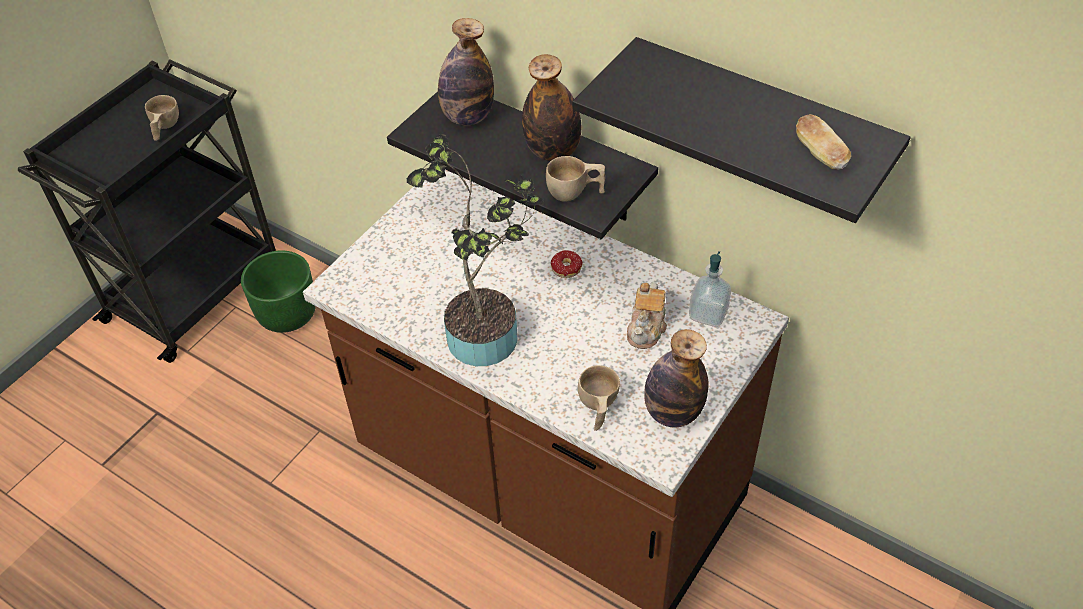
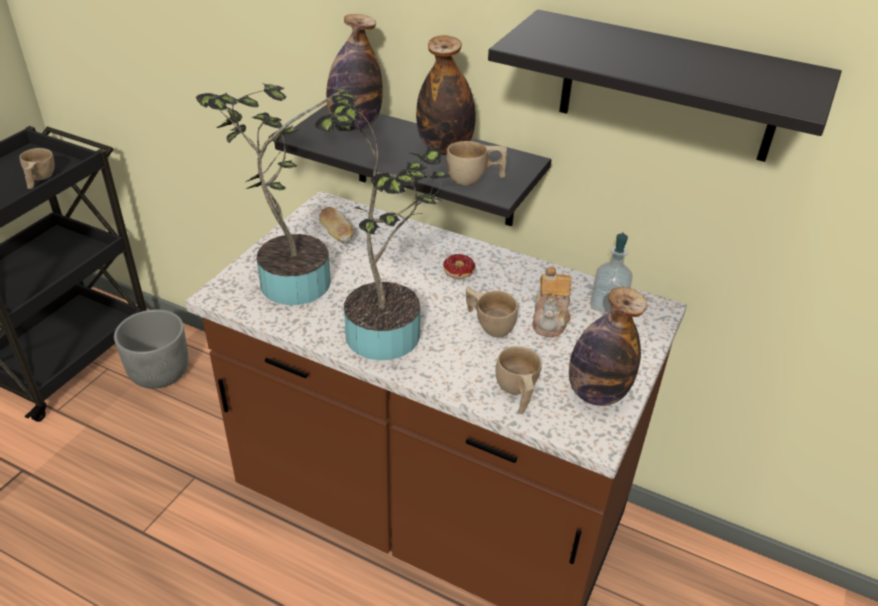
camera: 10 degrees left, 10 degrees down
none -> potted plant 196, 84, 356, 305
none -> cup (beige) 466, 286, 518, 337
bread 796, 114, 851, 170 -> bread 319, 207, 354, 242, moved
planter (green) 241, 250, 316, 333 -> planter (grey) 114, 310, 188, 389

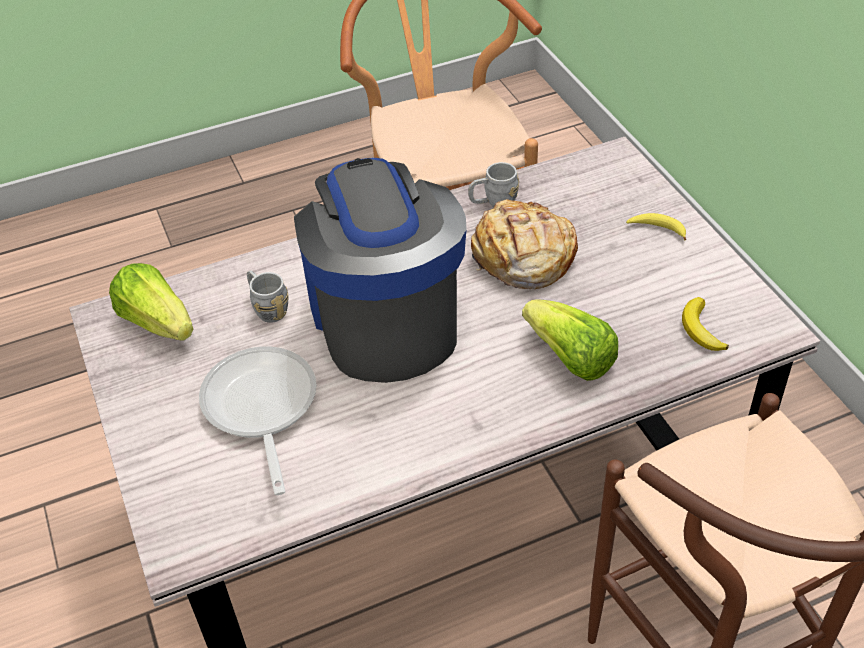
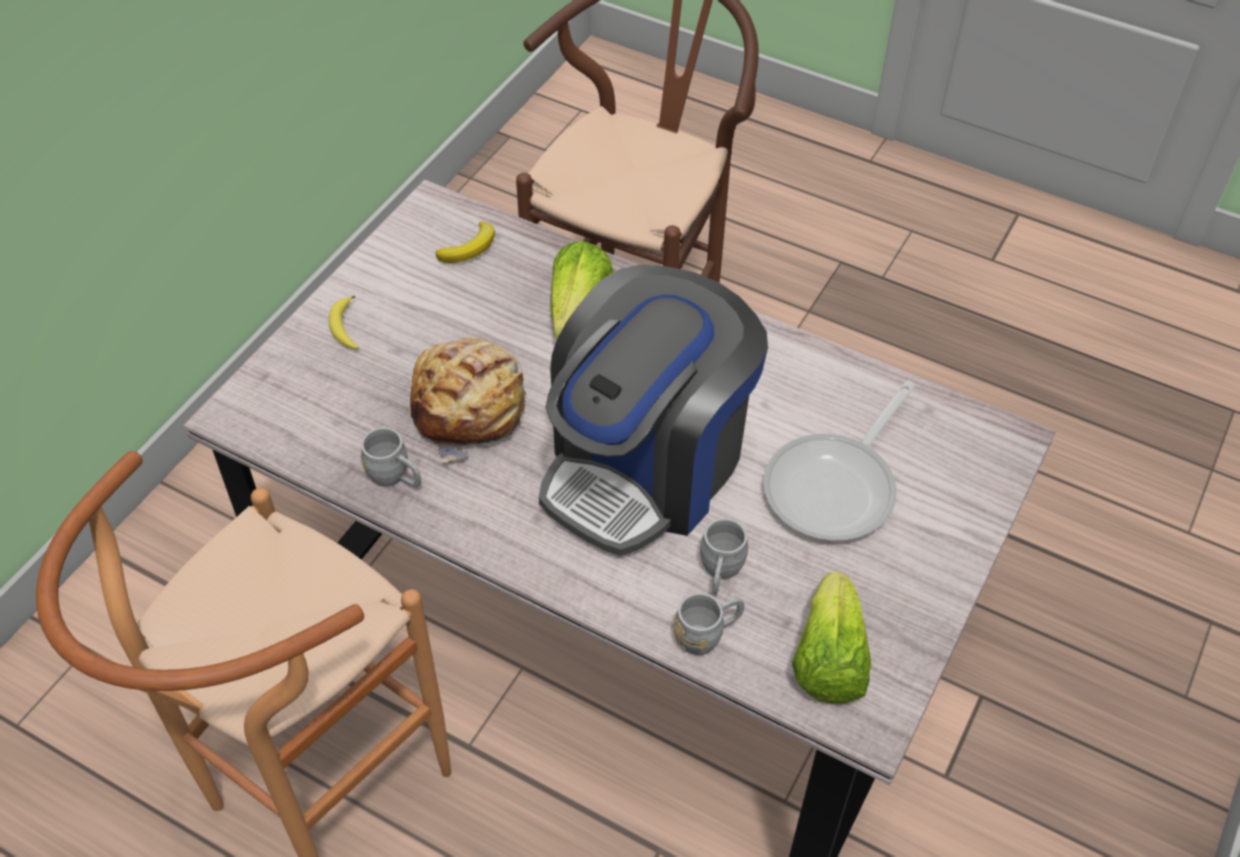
camera: 130 degrees left, 5 degrees up
none -> mug (grey) 674, 592, 744, 655

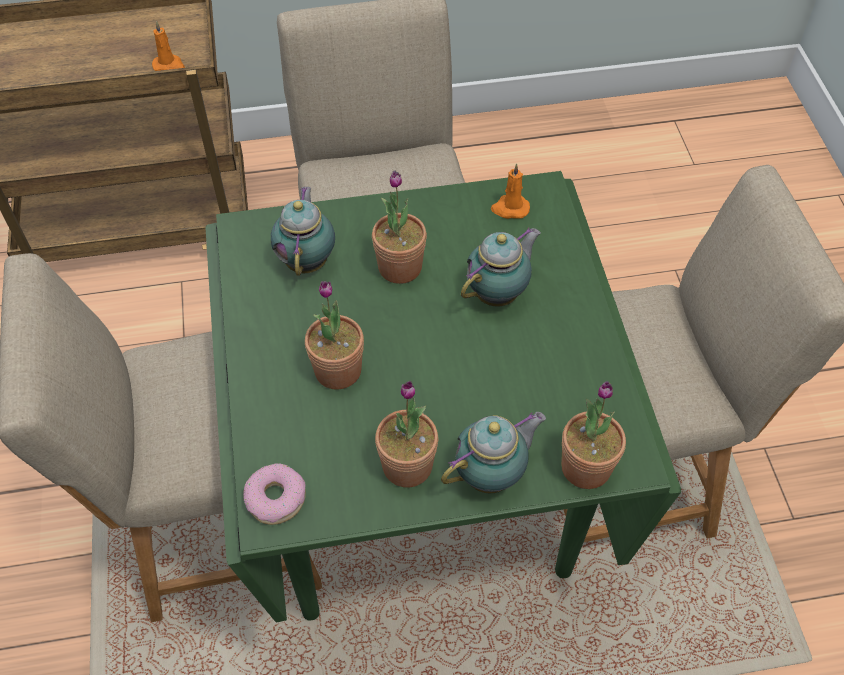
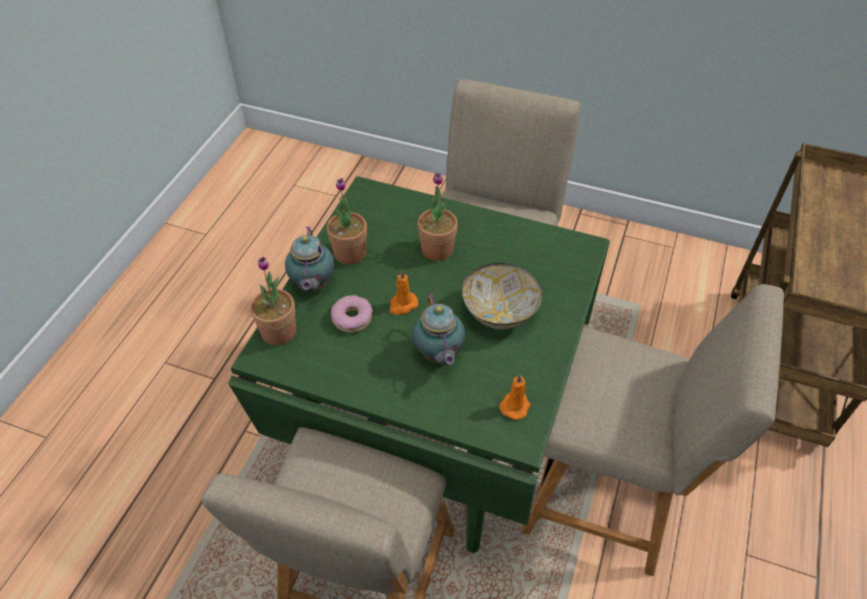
camera: 120 degrees right, 5 degrees down
teapot 271, 187, 335, 276 -> none
candle (orange) 152, 21, 185, 71 -> candle (orange) 389, 270, 418, 315, moved
donut 243, 463, 306, 525 -> donut 331, 295, 373, 333, moved
potted plant 372, 170, 427, 284 -> bowl 462, 263, 542, 329

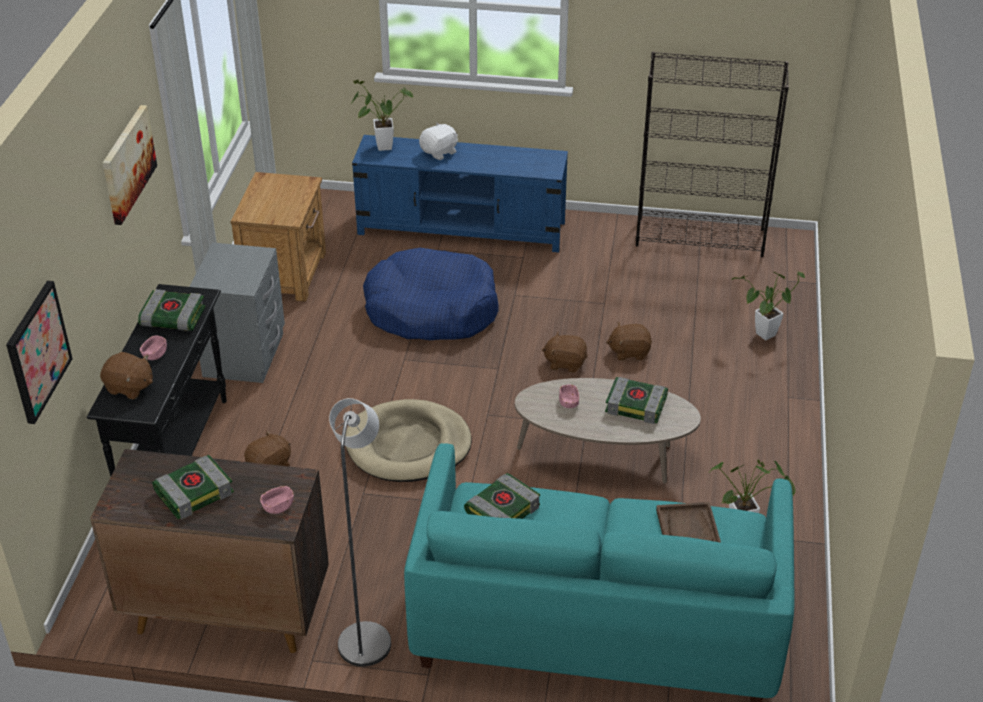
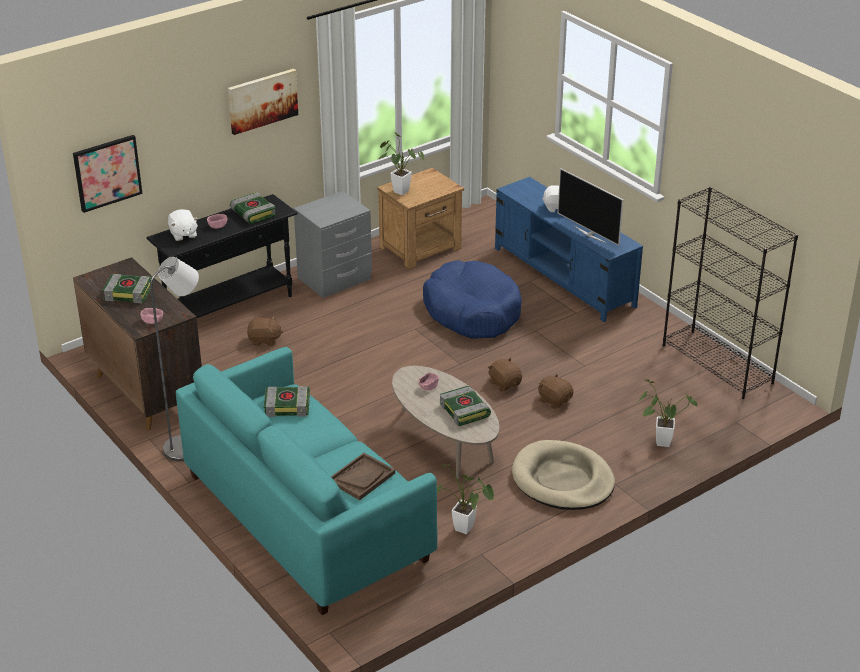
camera: 45 degrees right, 5 degrees down
none -> television 558, 168, 623, 246
dog bed (beige) 345, 399, 472, 482 -> dog bed (beige) 512, 440, 615, 510, moved
potted plant 350, 80, 413, 151 -> potted plant 379, 132, 424, 195, moved
plush toy (brown) 100, 352, 153, 400 -> plush toy (white) 168, 209, 198, 241

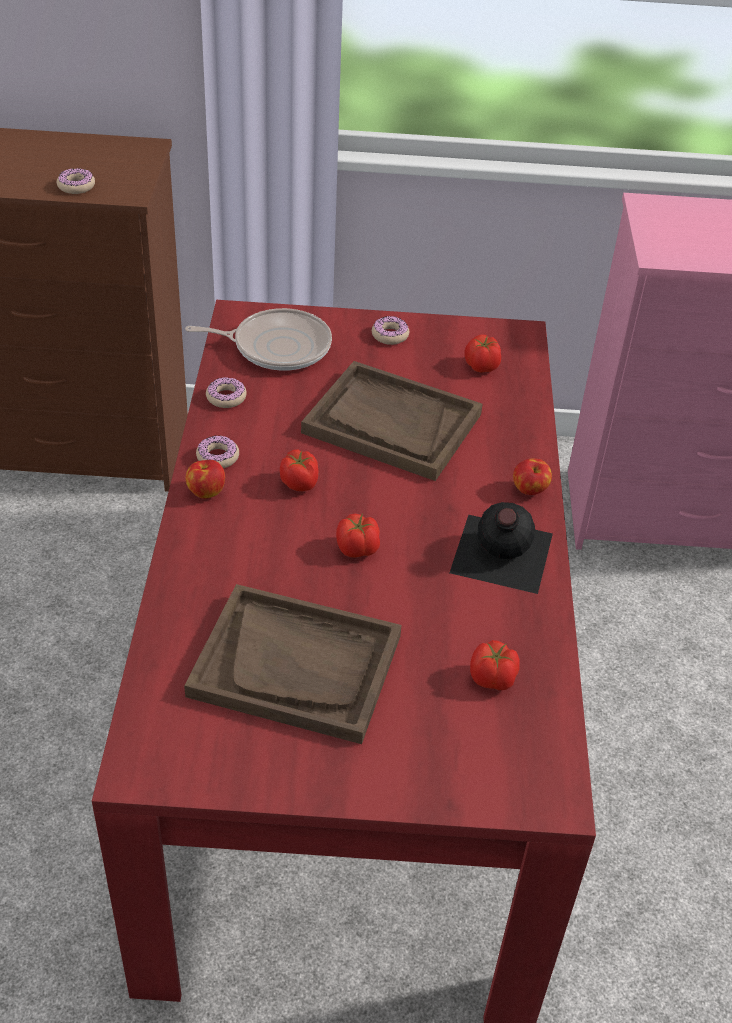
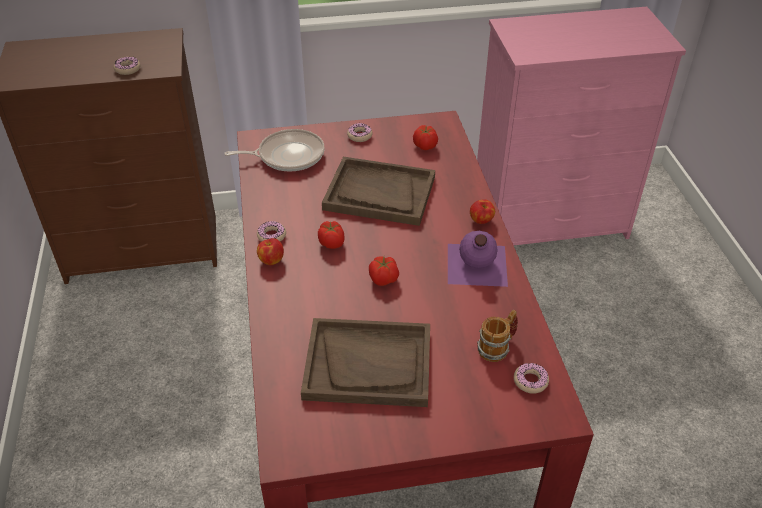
camera: 10 degrees left, 0 degrees up
donut 206, 377, 247, 408 -> donut 514, 363, 549, 394, moved
tomato 470, 640, 519, 690 -> mug 477, 310, 518, 362
bottle (black) 450, 502, 553, 594 -> bottle (purple) 448, 231, 508, 287

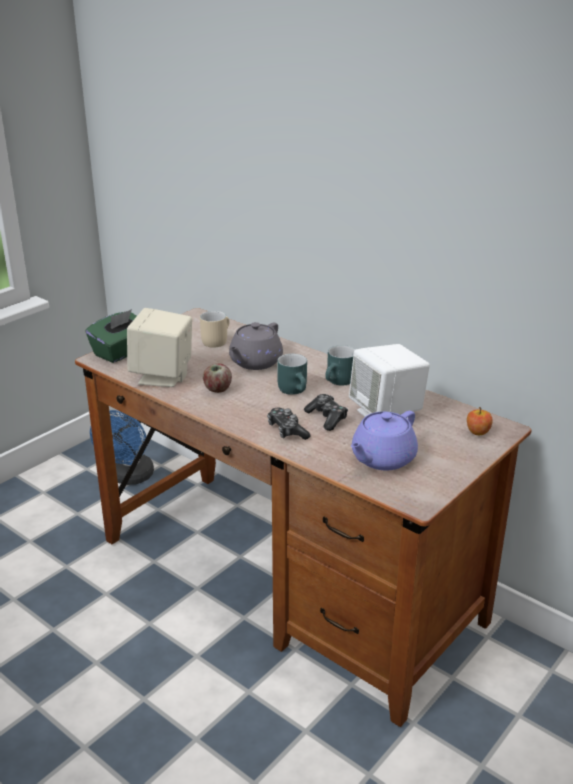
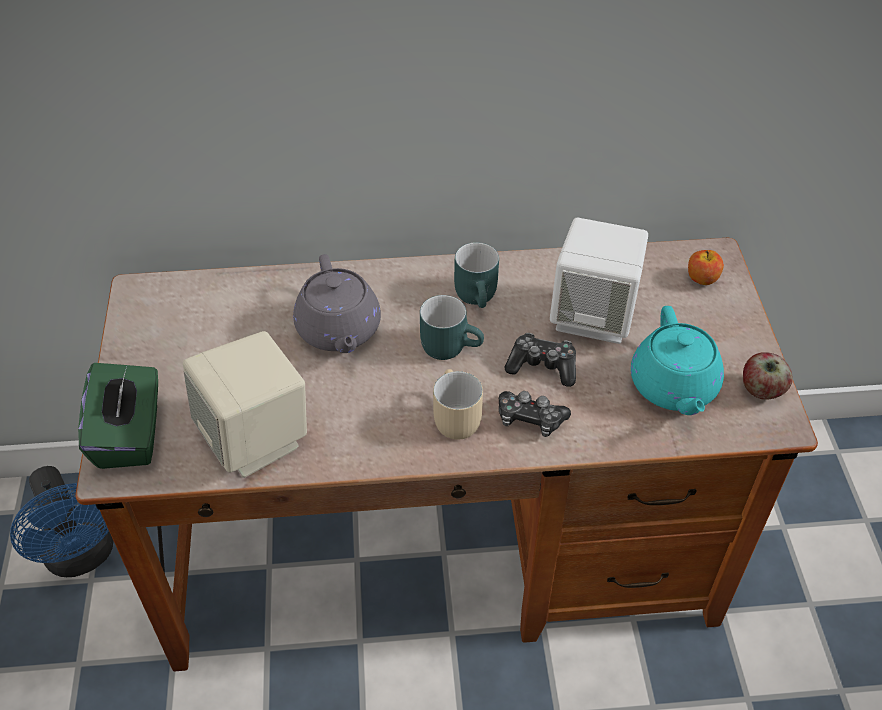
camera: 45 degrees left, 20 degrees up
mug (beige) 200, 311, 229, 348 -> mug (beige) 433, 369, 483, 440, moved
apple 203, 363, 232, 393 -> apple 743, 352, 793, 400, moved
teapot (purple) 351, 411, 418, 470 -> teapot (turquoise) 631, 306, 724, 415

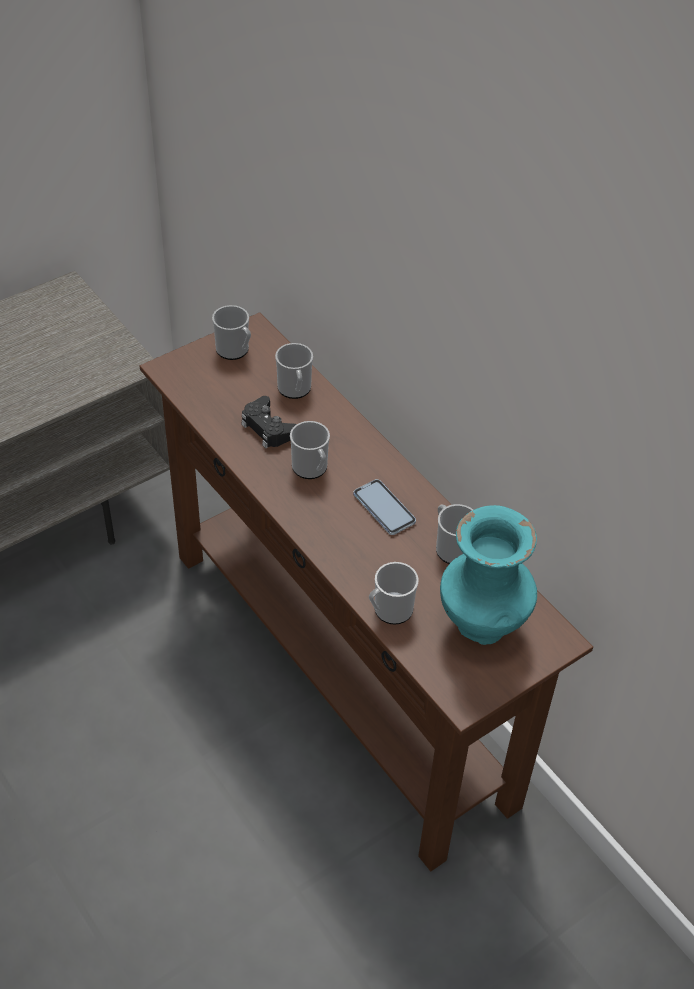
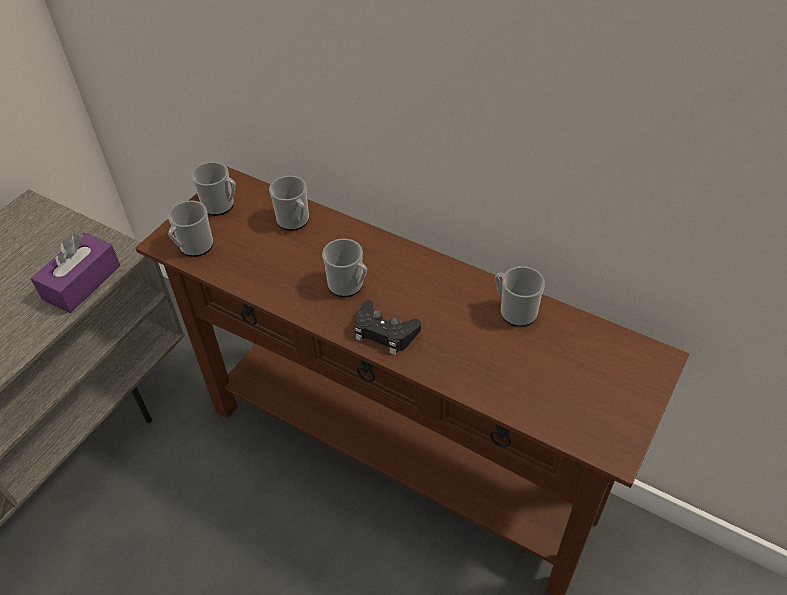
camera: 20 degrees left, 0 degrees up
phone 353, 479, 416, 535 -> none
vase (turquoise) 440, 505, 537, 645 -> none
none -> tissue box (purple) 31, 232, 120, 313
game controller (black) 241, 396, 297, 448 -> game controller (black) 354, 300, 421, 355, moved
mug 369, 562, 419, 625 -> mug 168, 201, 214, 257, moved

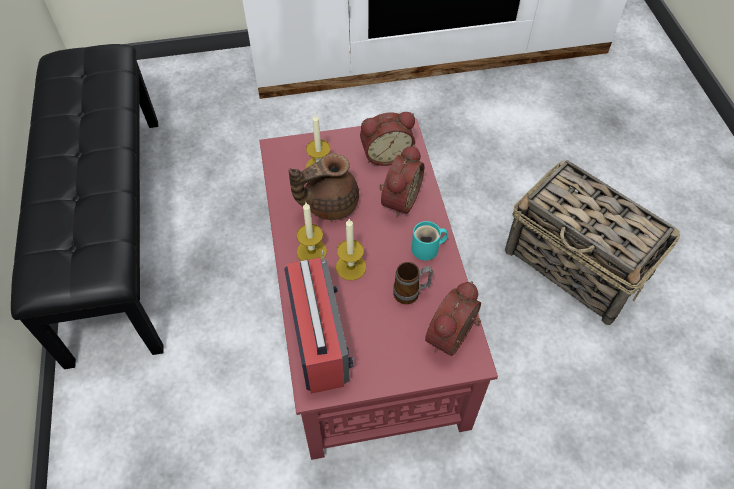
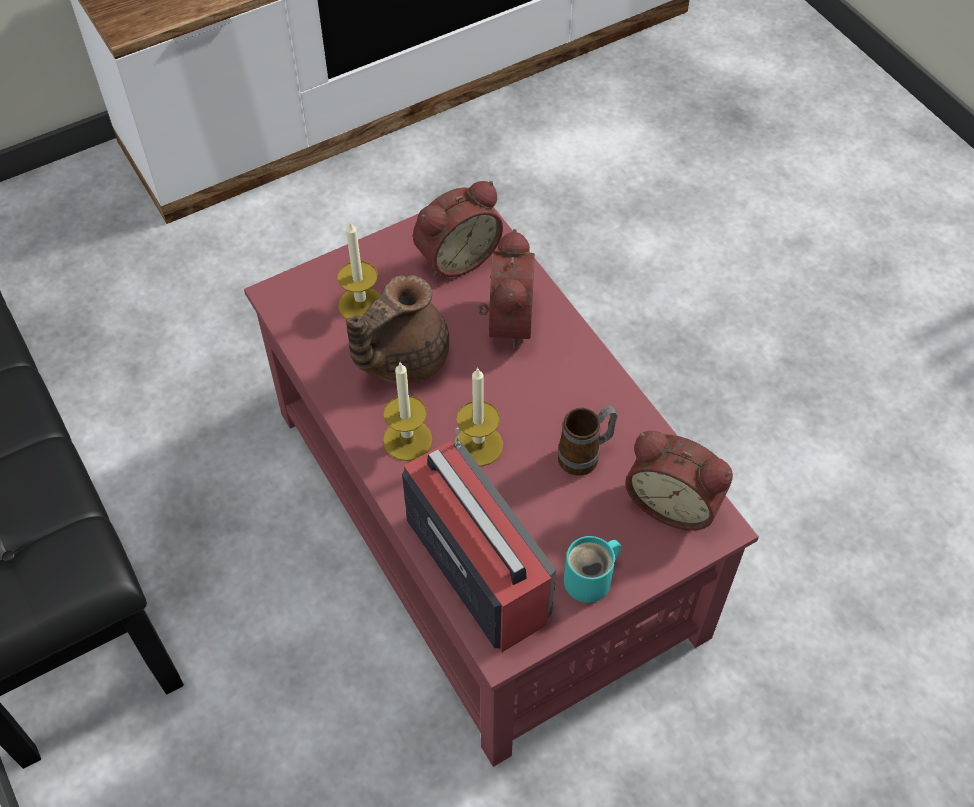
camera: 20 degrees left, 0 degrees up
basket 505, 160, 680, 325 -> none
mug (turquoise) 412, 221, 448, 261 -> mug (turquoise) 564, 536, 621, 603, moved
alarm clock 425, 281, 481, 356 -> alarm clock 625, 431, 733, 531, 75 degrees counterclockwise

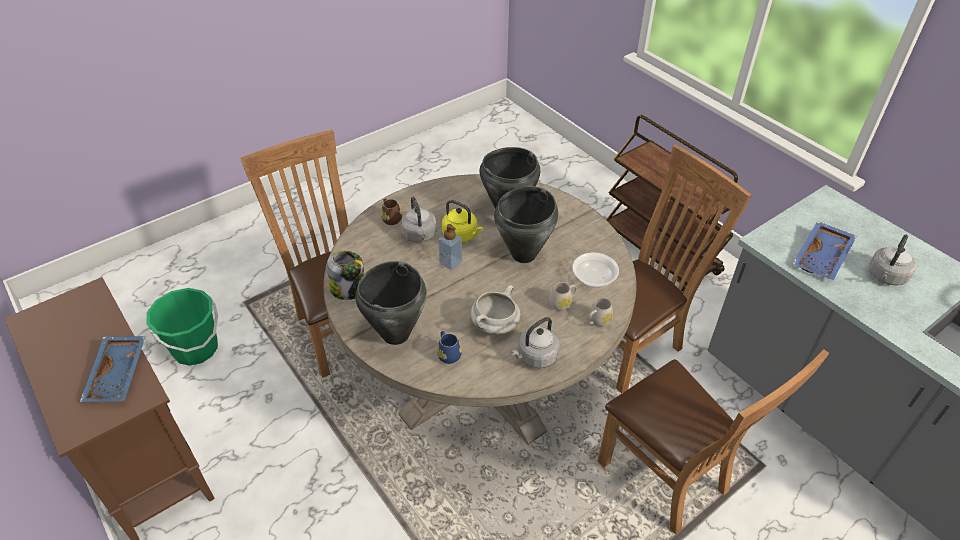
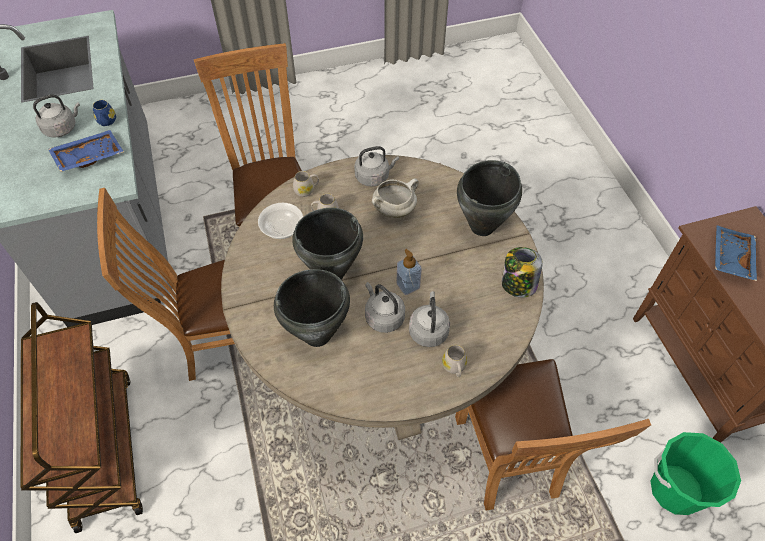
camera: 160 degrees left, 10 degrees up
mug (blue) 437, 331, 462, 364 -> mug (blue) 93, 100, 116, 126, moved
mug (brown) 381, 198, 402, 225 -> mug (white) 442, 345, 467, 377
kettle (yellow) 442, 200, 483, 243 -> kettle (grey) 365, 282, 405, 333

